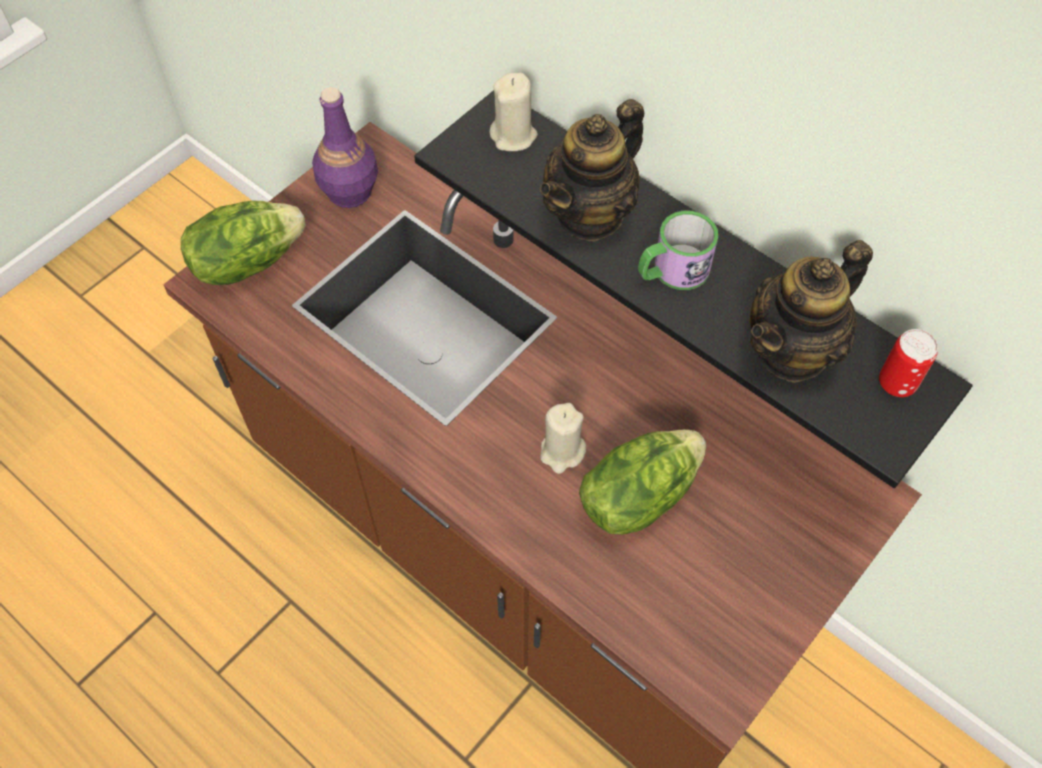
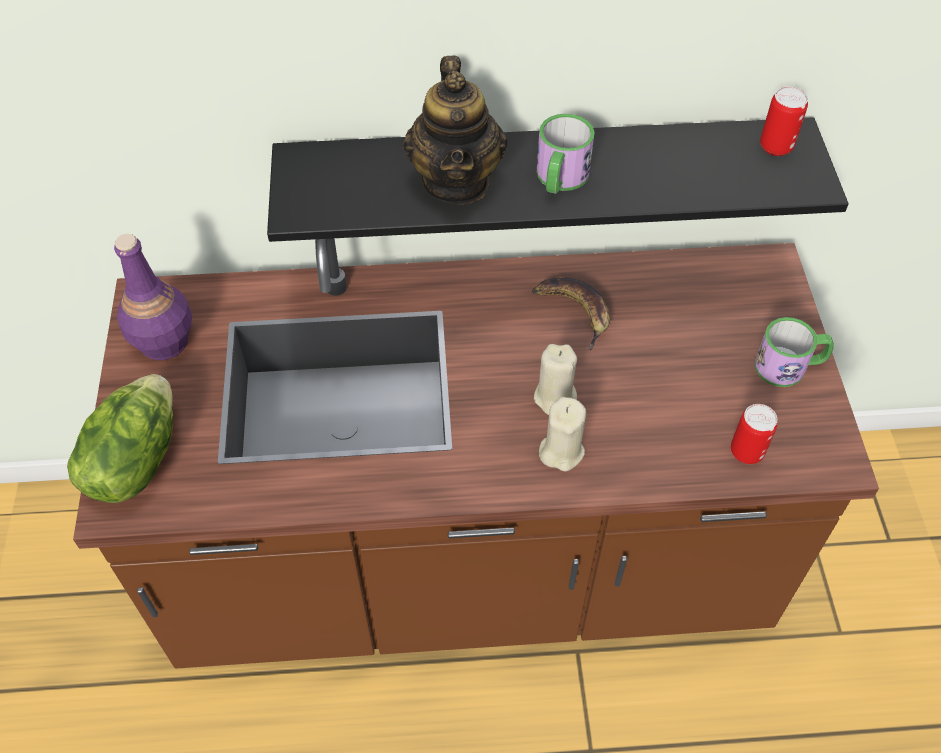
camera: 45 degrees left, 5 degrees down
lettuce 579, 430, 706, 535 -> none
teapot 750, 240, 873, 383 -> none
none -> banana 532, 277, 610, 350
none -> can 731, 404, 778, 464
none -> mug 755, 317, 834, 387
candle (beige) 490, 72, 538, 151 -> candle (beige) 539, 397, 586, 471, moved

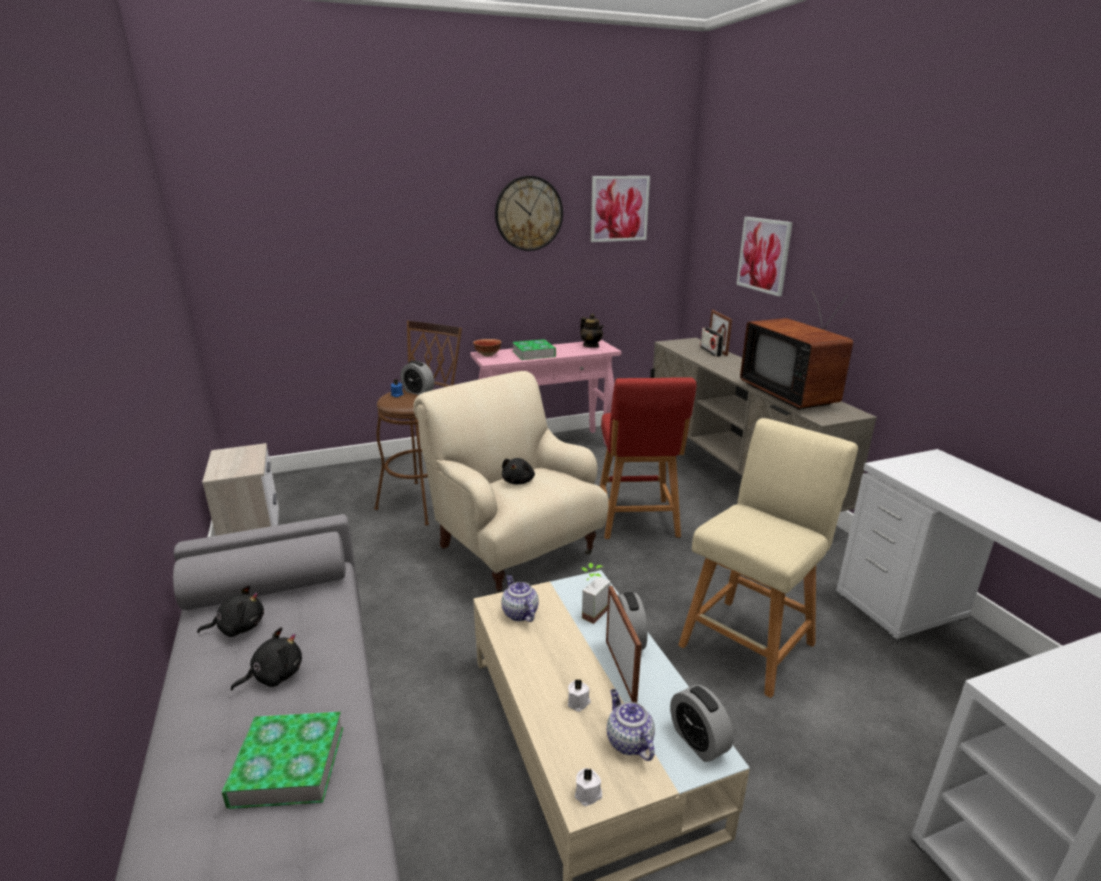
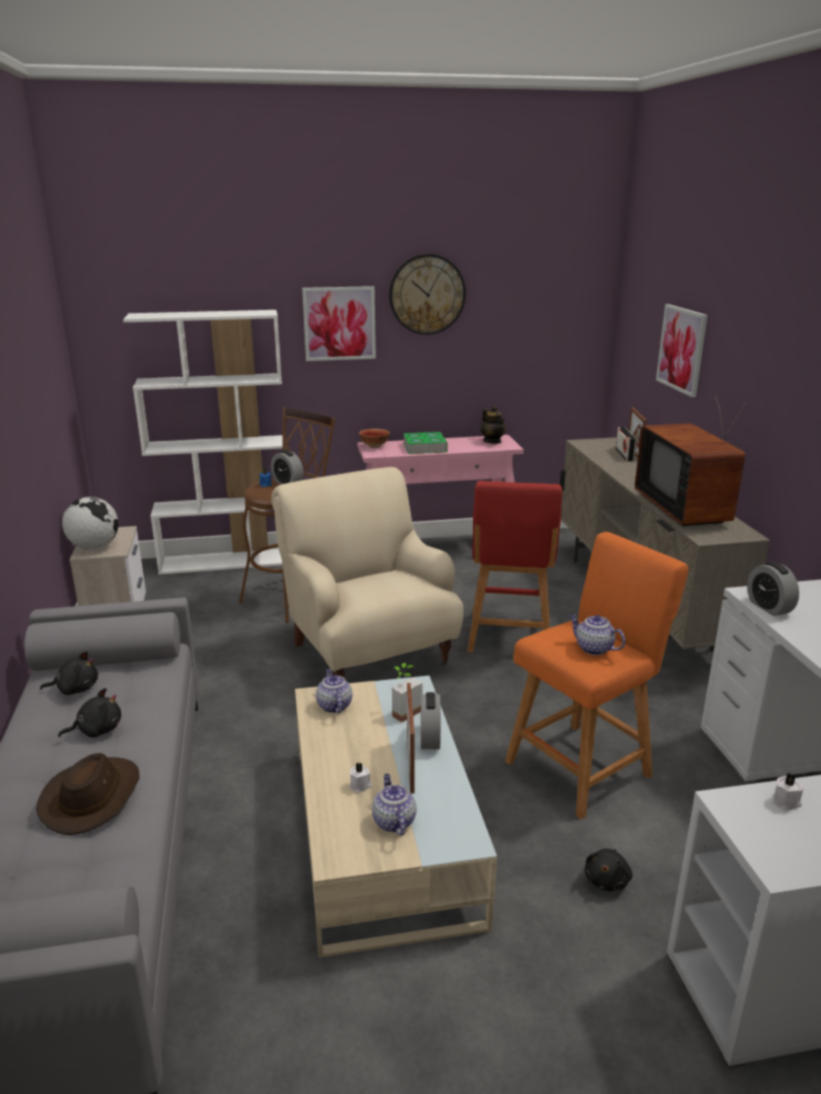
camera: 10 degrees right, 0 degrees up
none -> globe 62, 497, 119, 549
none -> bookcase (white) 123, 310, 283, 575
none -> teapot 569, 614, 625, 655
plush toy (black) 502, 458, 535, 485 -> plush toy (black) 585, 849, 633, 891, moved
candle (white) 575, 768, 602, 807 -> candle (white) 772, 773, 803, 811, moved
picture 591, 176, 650, 242 -> picture 302, 286, 376, 361, moved
alarm clock 670, 685, 734, 762 -> alarm clock 747, 562, 799, 616, moved
book 221, 711, 343, 809 -> hat (brown) 36, 753, 140, 835
stool (beige) 678, 418, 858, 698 -> stool (orange) 505, 532, 688, 819

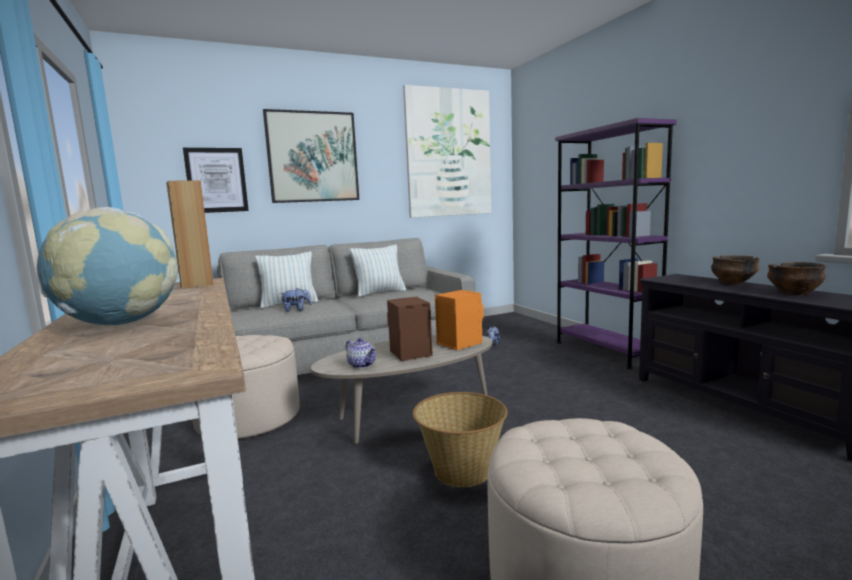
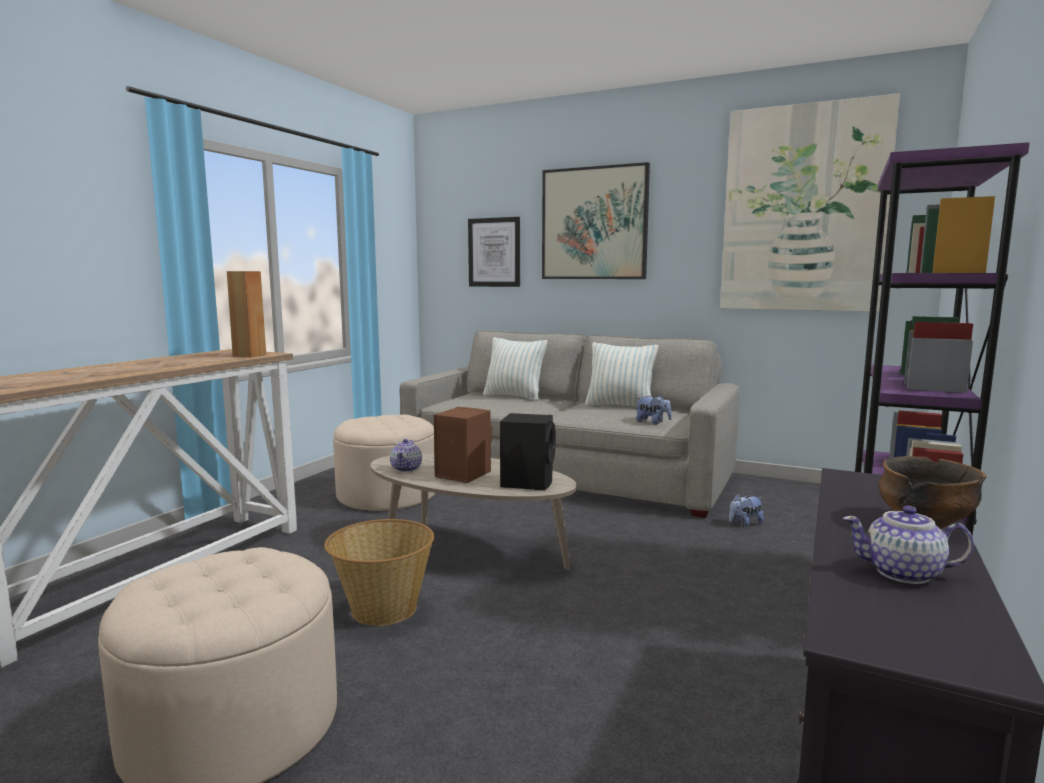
camera: 50 degrees right, 0 degrees up
globe 37, 207, 178, 325 -> none
plush toy 280, 288, 312, 312 -> plush toy 636, 395, 672, 425, moved
bowl 767, 262, 826, 295 -> teapot 843, 505, 975, 584
speaker (orange) 435, 290, 484, 350 -> speaker (black) 500, 413, 556, 490

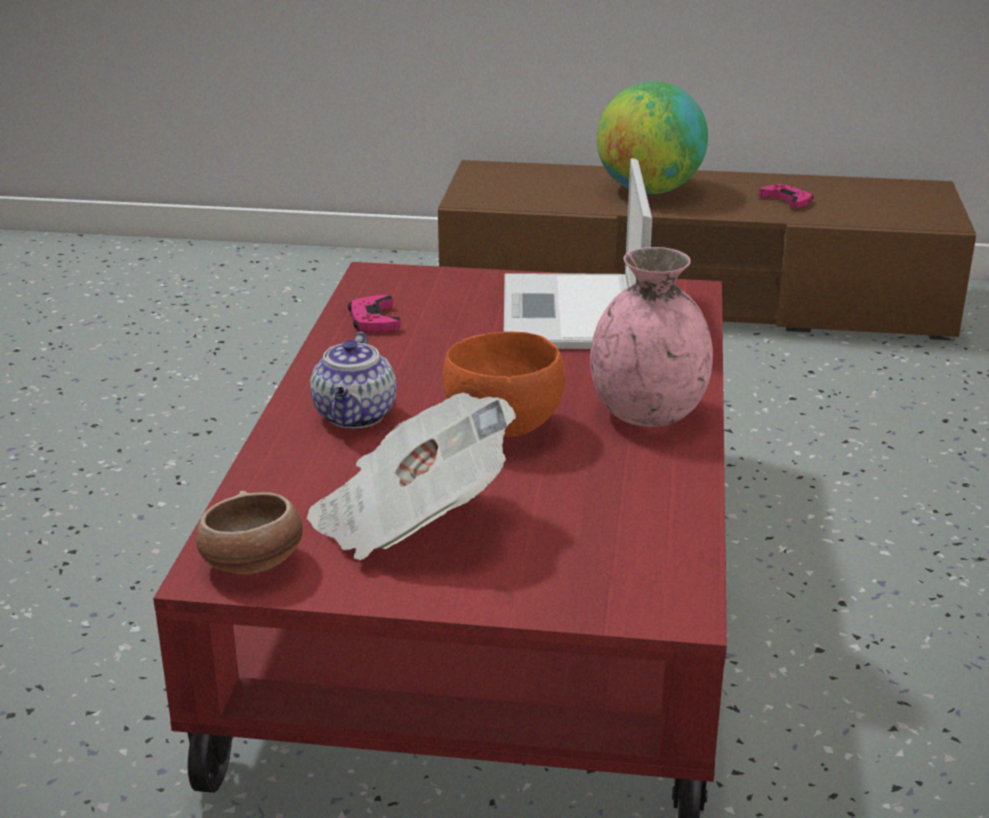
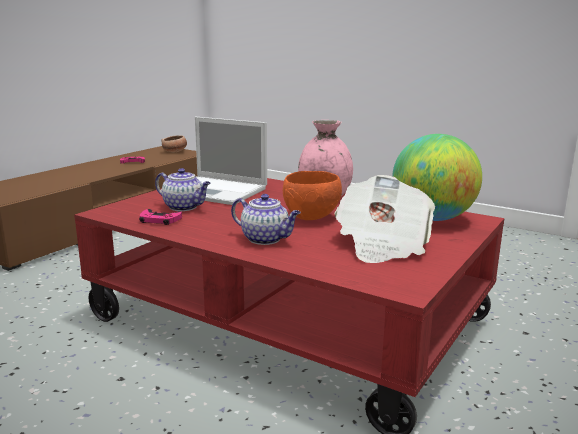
camera: 65 degrees left, 10 degrees down
none -> teapot 155, 168, 210, 211
bowl 196, 491, 303, 574 -> bowl 161, 135, 187, 152, moved
globe 597, 81, 708, 194 -> globe 392, 134, 482, 221, moved

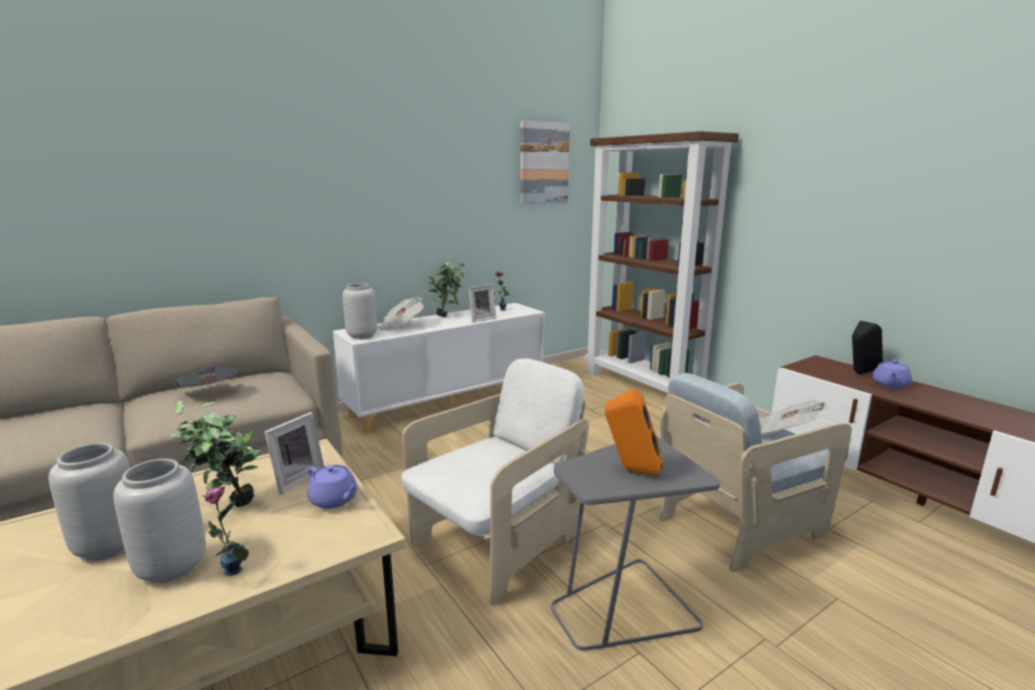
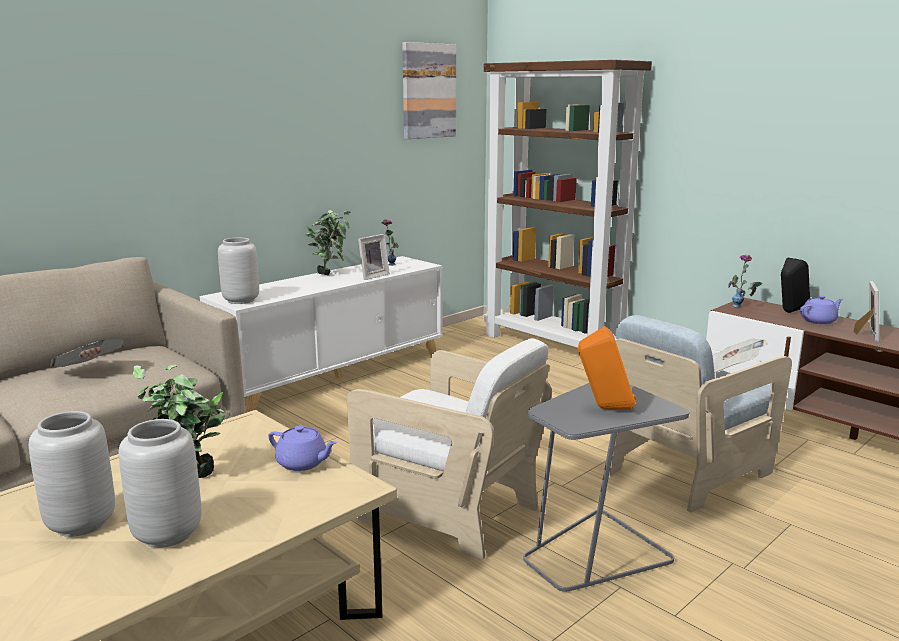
camera: 10 degrees left, 0 degrees up
newspaper 377, 297, 424, 331 -> none
vase 201, 487, 249, 576 -> vase 728, 254, 762, 307, moved
picture frame 264, 412, 324, 494 -> picture frame 853, 281, 879, 342, moved
armchair (white) 401, 359, 589, 605 -> armchair (white) 347, 338, 552, 560, 90 degrees clockwise
teapot (purple) 872, 360, 912, 389 -> teapot (purple) 800, 296, 843, 324, 135 degrees counterclockwise

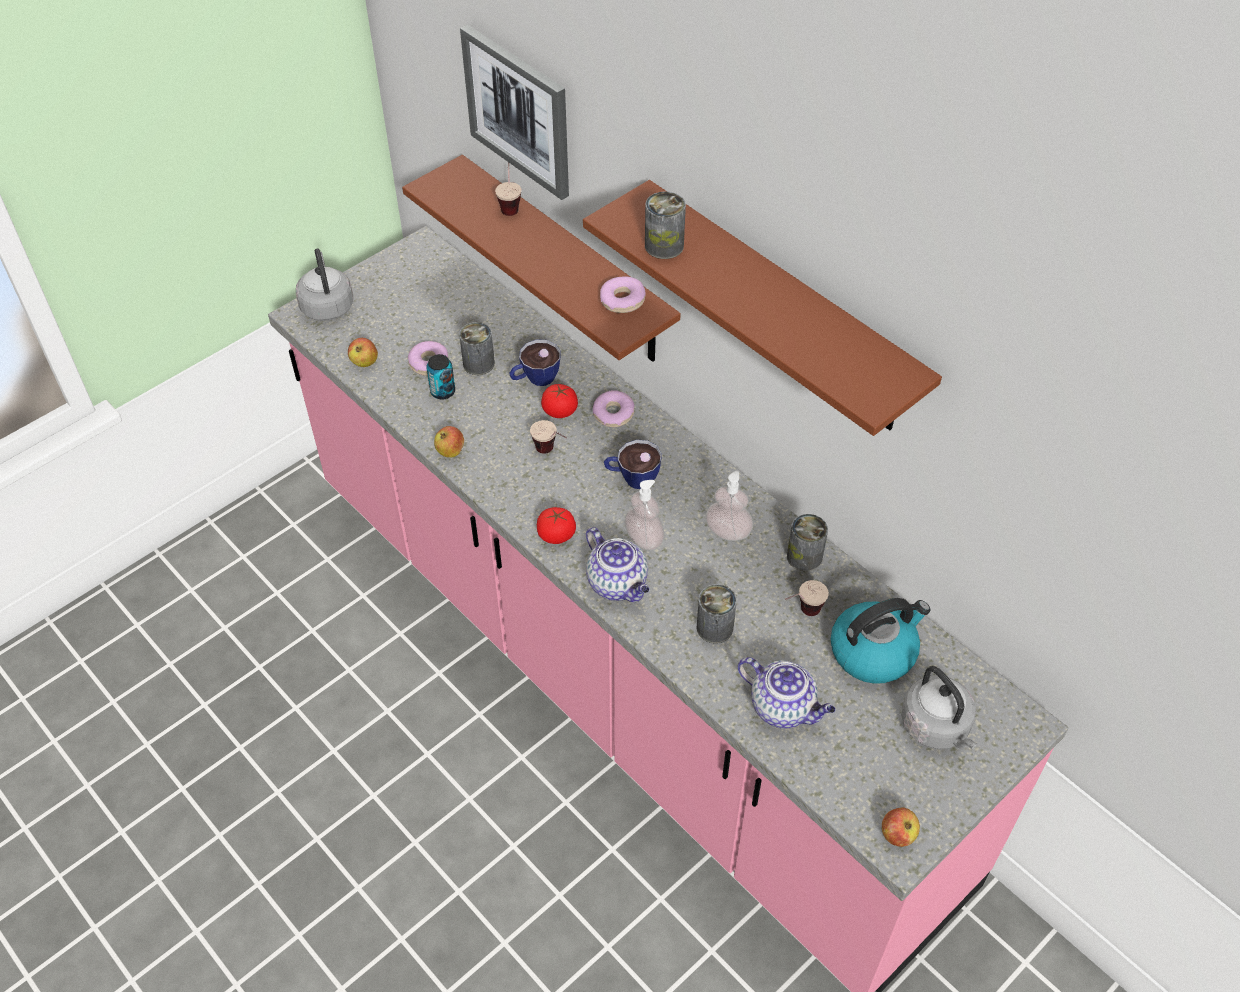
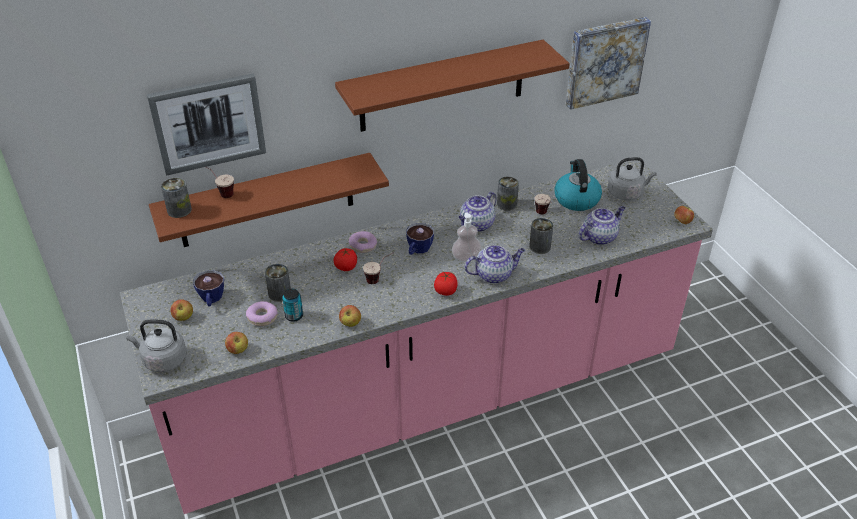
camera: 70 degrees left, 10 degrees down
donut 600, 276, 646, 313 -> none
none -> apple 170, 299, 193, 321
none -> picture 566, 17, 651, 110
cup 509, 339, 561, 386 -> cup 193, 270, 224, 307, moved
can 645, 191, 686, 259 -> can 161, 177, 192, 218, moved
soap dispenser 705, 471, 754, 541 -> teapot 459, 192, 497, 232

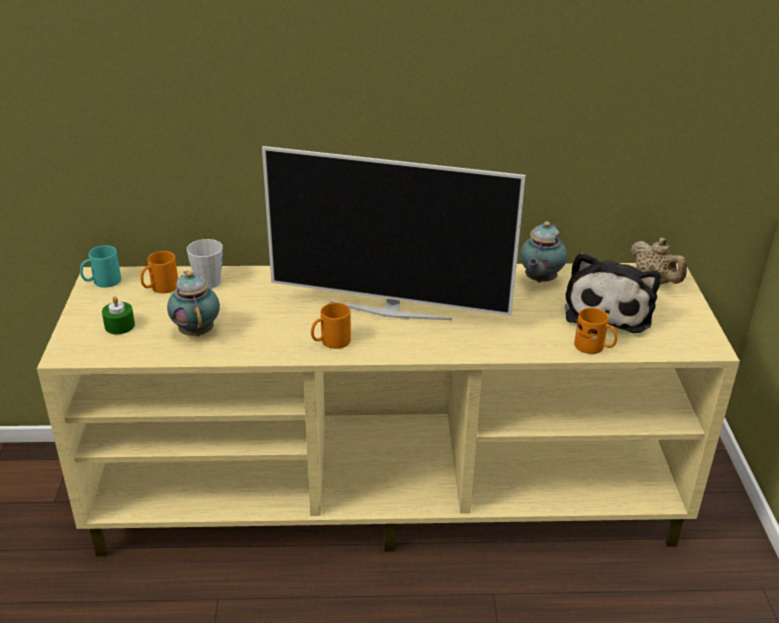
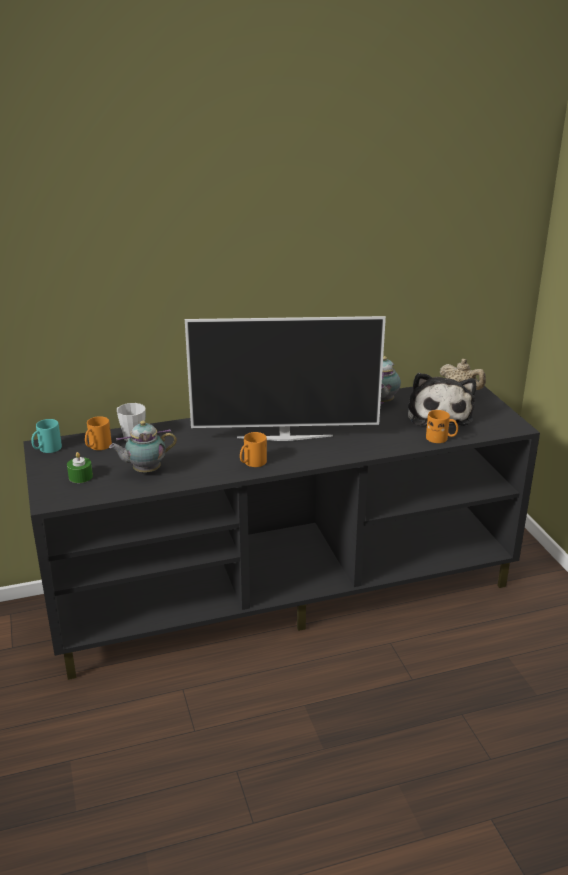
camera: 15 degrees left, 5 degrees down
tv stand (beige) 37, 263, 740, 557 -> tv stand (black) 23, 386, 540, 680
teapot 167, 271, 220, 336 -> teapot 109, 421, 177, 473, 75 degrees counterclockwise

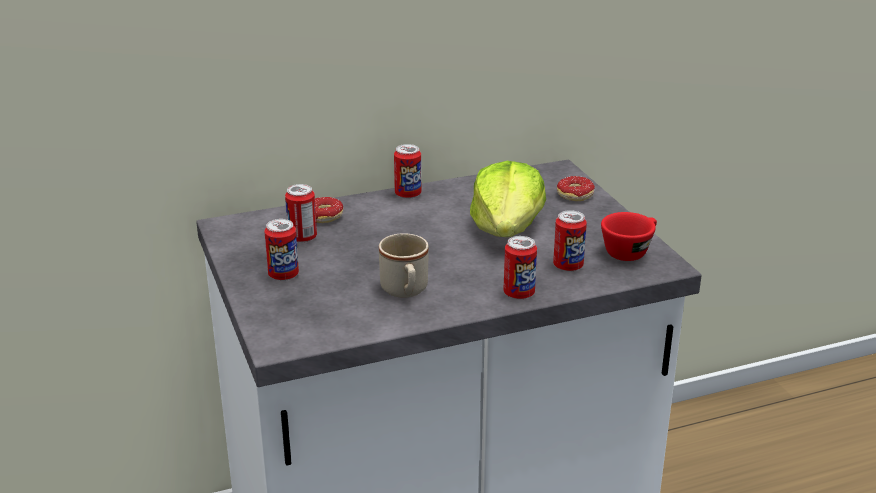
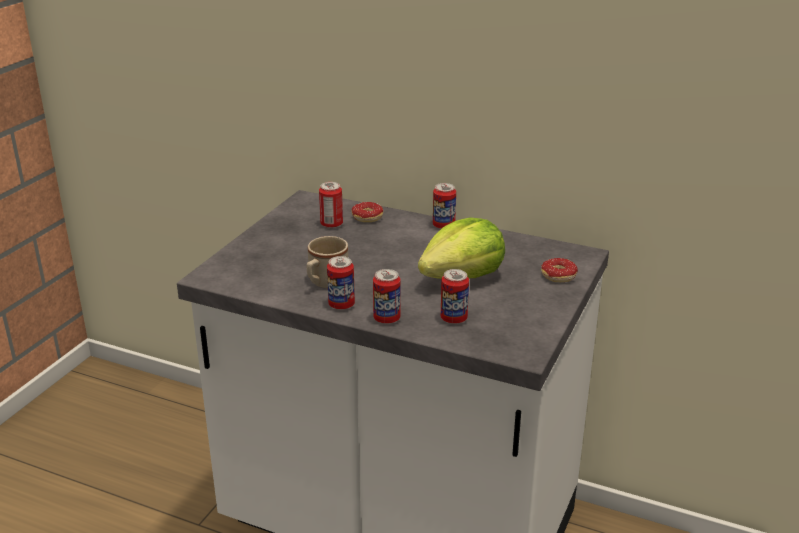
camera: 45 degrees right, 0 degrees up
cup (red) 601, 212, 657, 261 -> none
can 264, 219, 299, 281 -> can 327, 256, 355, 310, moved

